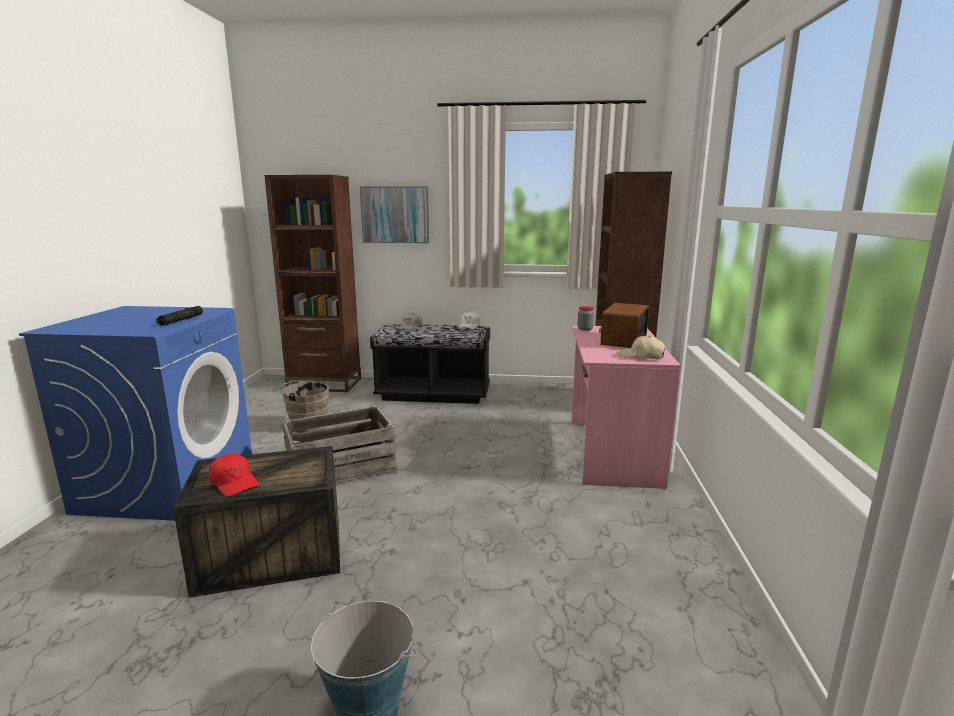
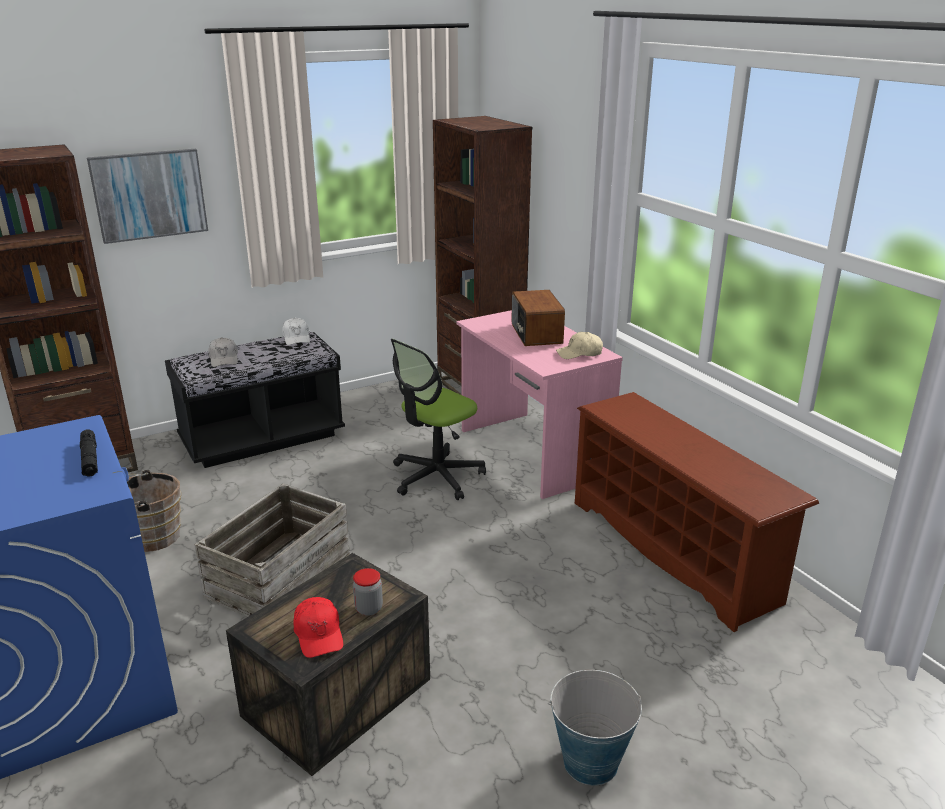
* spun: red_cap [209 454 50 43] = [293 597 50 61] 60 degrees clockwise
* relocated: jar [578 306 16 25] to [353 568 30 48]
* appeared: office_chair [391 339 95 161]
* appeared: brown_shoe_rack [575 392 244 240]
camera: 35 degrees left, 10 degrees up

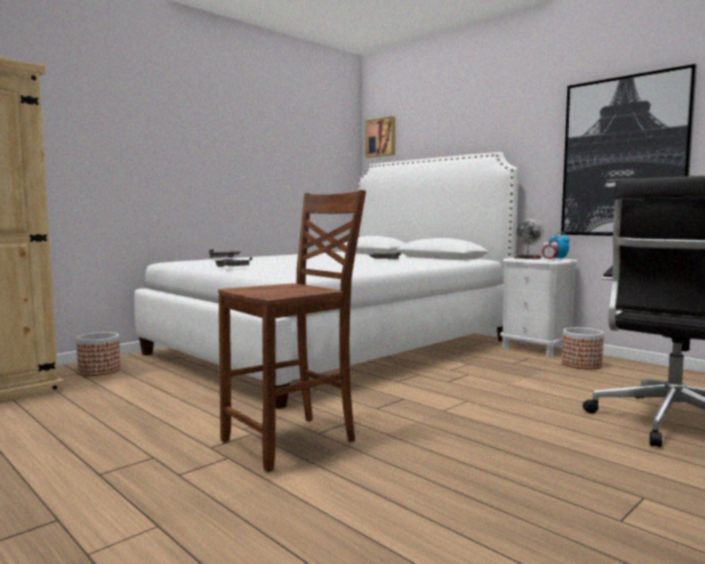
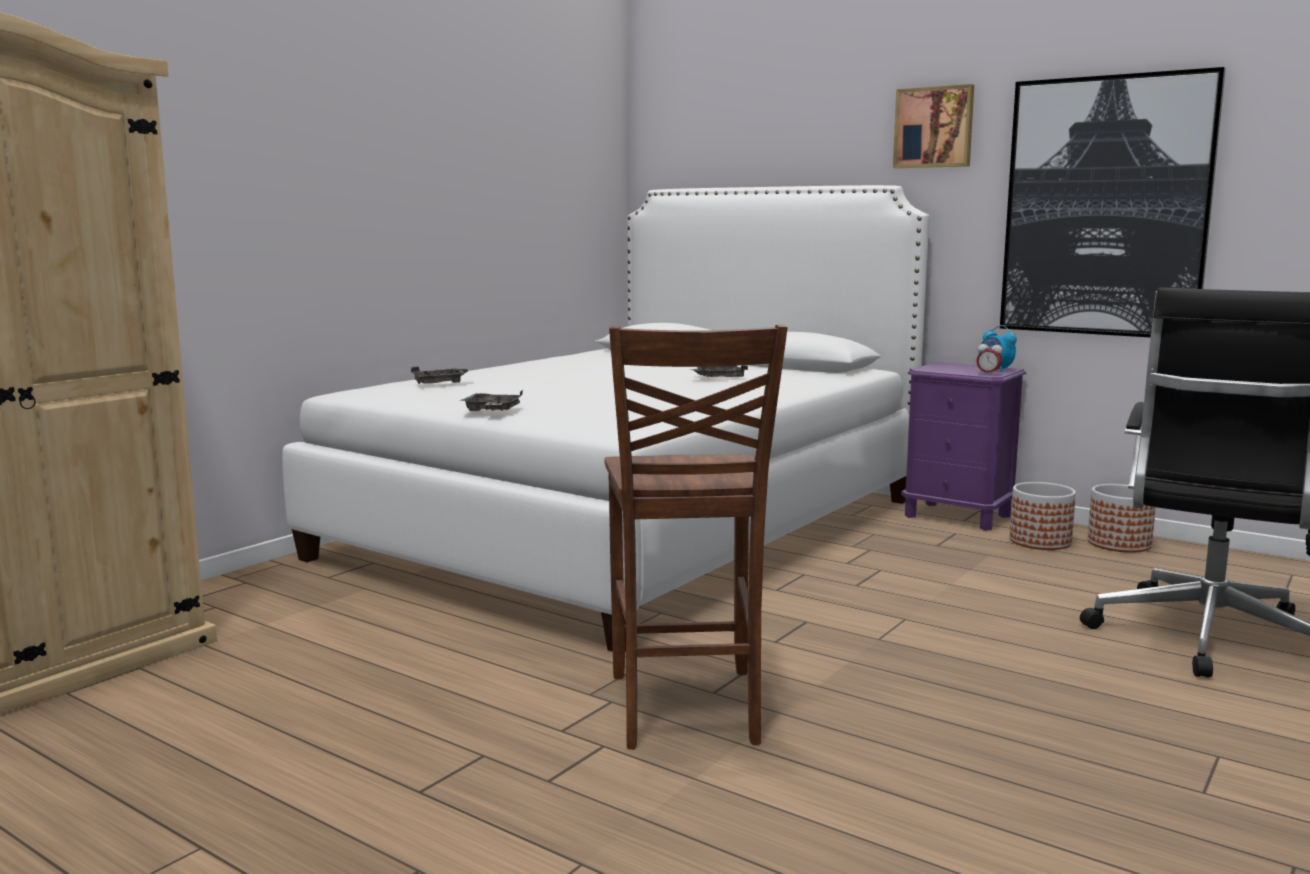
* spun: brown_chair [218 190 148 282] = [605 324 183 426] 135 degrees clockwise
* relocated: picture [365 116 30 42] to [893 84 81 84]
* colour: white_nightstand [500 257 78 101] to purple_nightstand [901 362 125 169]
* relocated: planter [76 332 45 44] to [1088 484 68 69]
* missing: globe [514 218 29 41]
camera: 10 degrees left, 5 degrees up

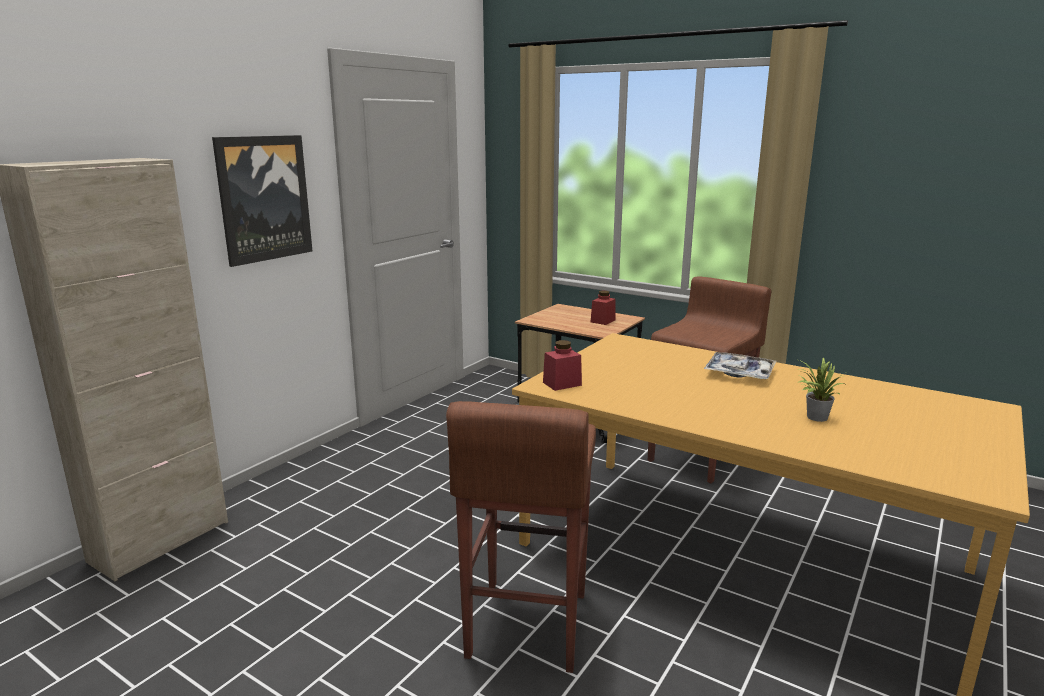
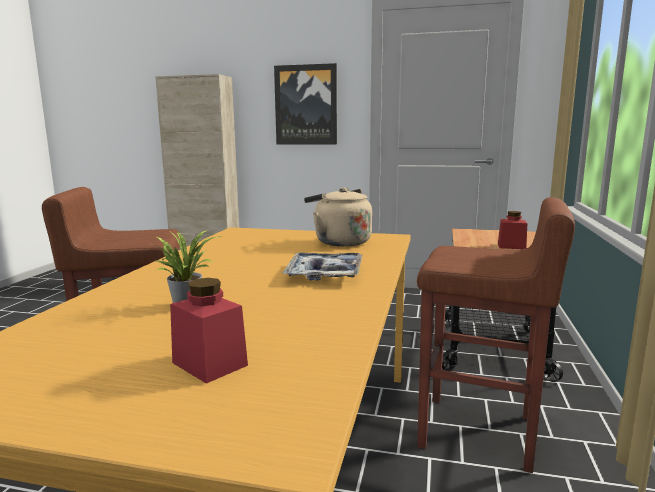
* relocated: red_jar [543 340 39 51] to [170 278 78 106]
* appeared: beige_kettle [304 187 68 59]
camera: 70 degrees right, 5 degrees down

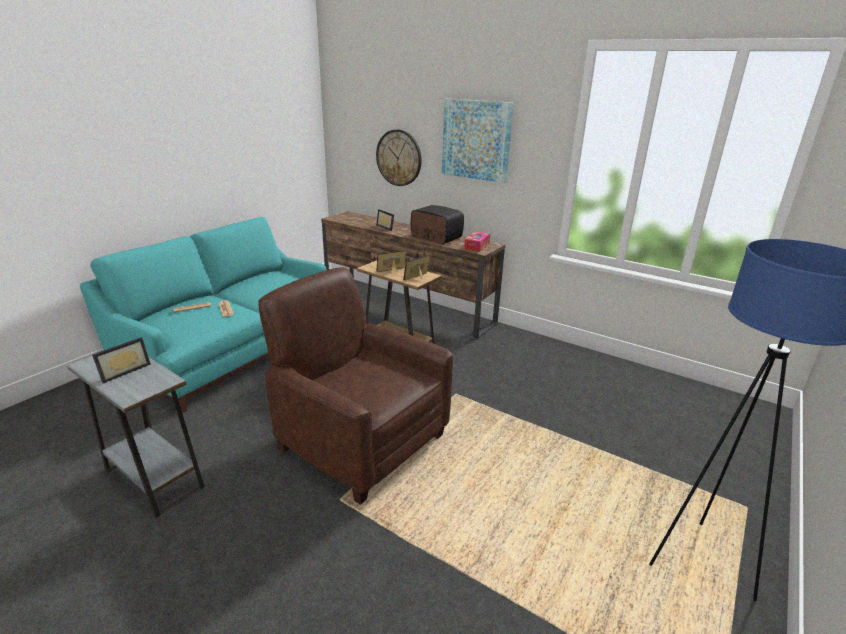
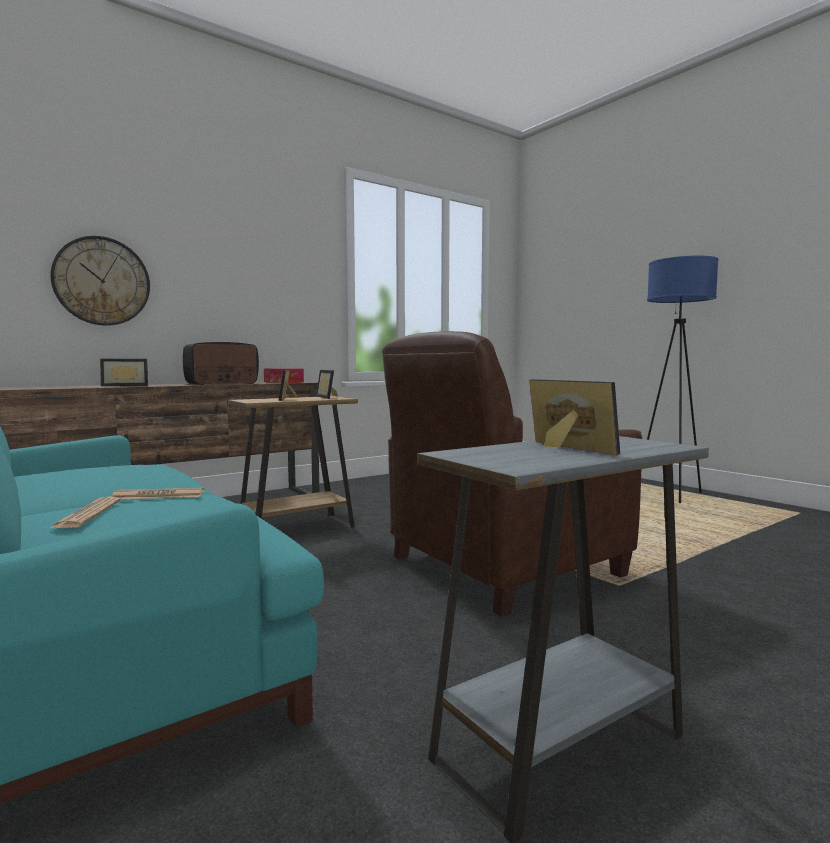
* missing: picture [442 99 72 84]
camera: 70 degrees left, 20 degrees down

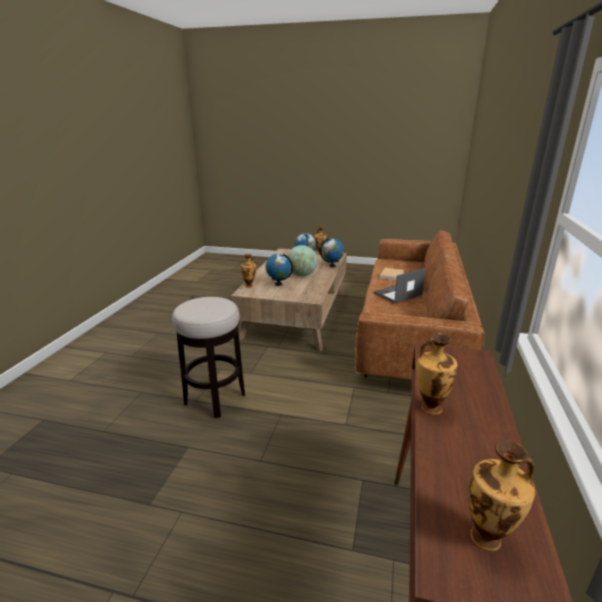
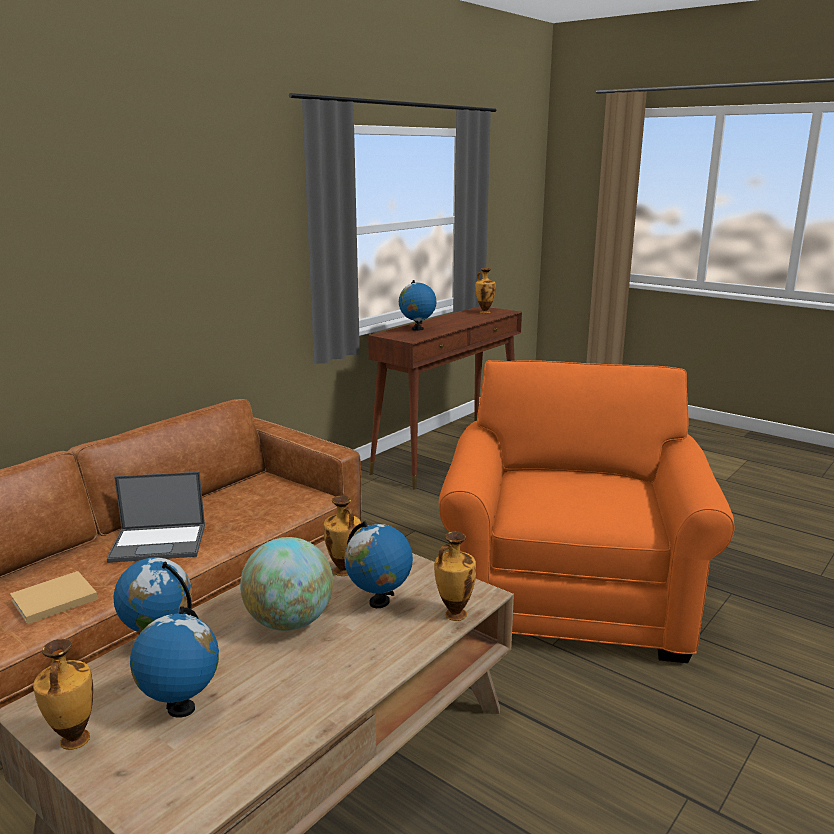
* relocated: vase [416 333 41 82] to [323 495 38 81]
* appeared: globe [399 280 37 51]
* exchanged: stool [172 297 73 121] to orange_armchair [439 360 295 303]
camera: 155 degrees left, 5 degrees down

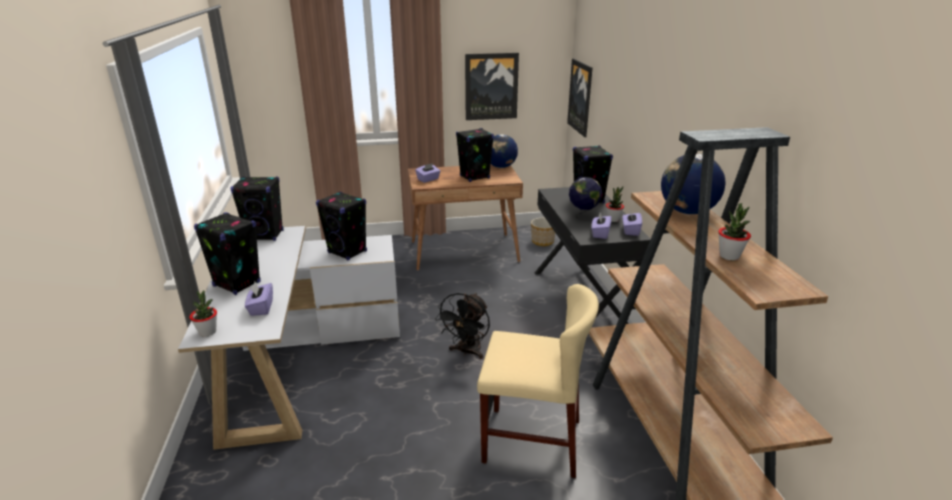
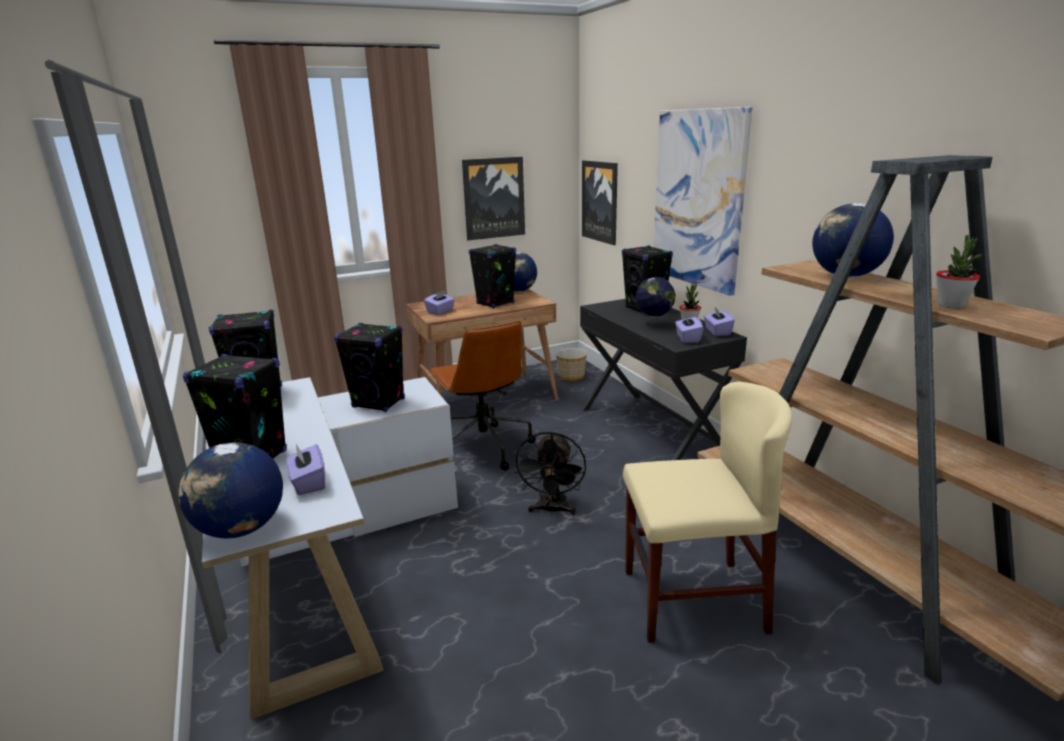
* exchanged: potted_plant [190 290 27 47] to globe [178 442 105 96]
* appeared: brown_office_chair [429 321 106 149]
* appeared: picture [654 107 99 189]
camera: 15 degrees left, 5 degrees down

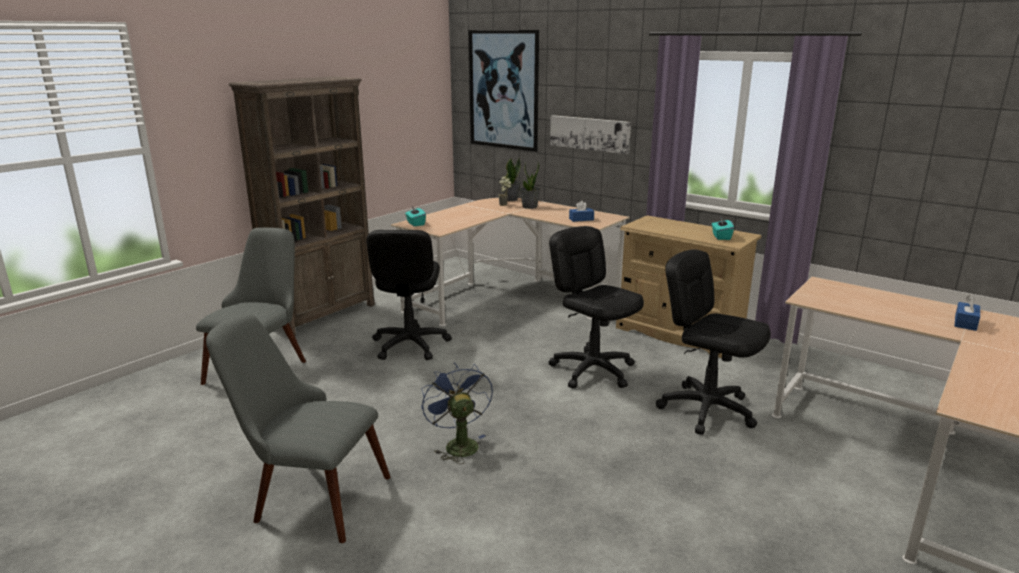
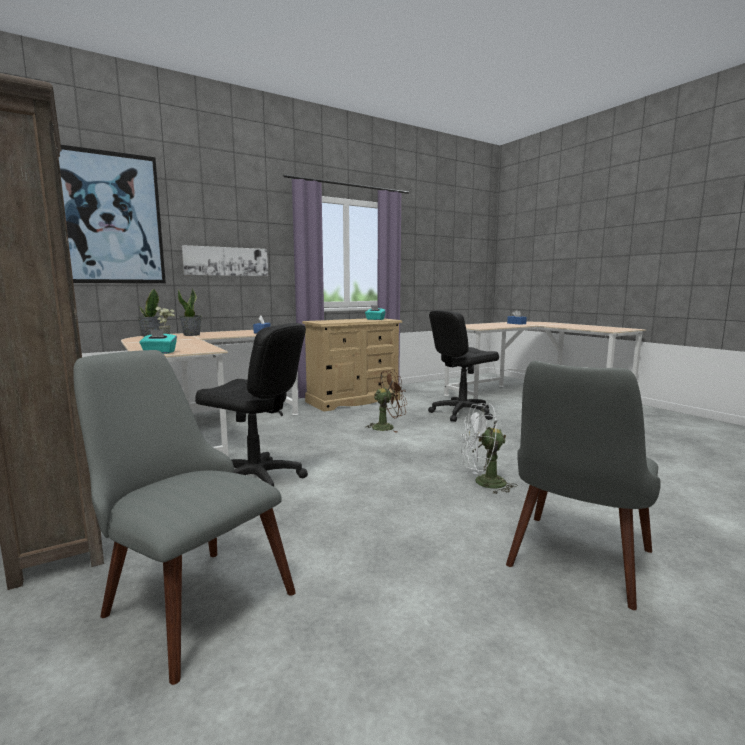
* exchanged: black_office_chair [548 226 96 163] to brown_fan [364 369 44 64]
* colour: blue_fan [421 363 72 101] to white_fan [461 403 57 91]
camera: 70 degrees left, 10 degrees down

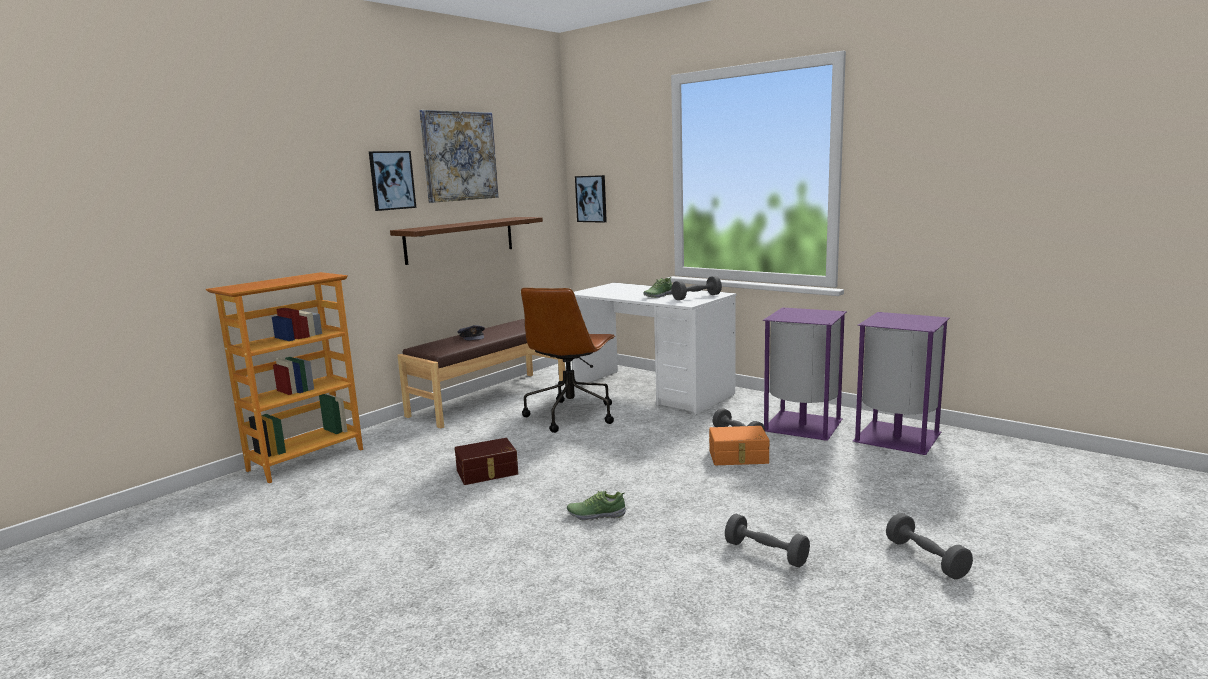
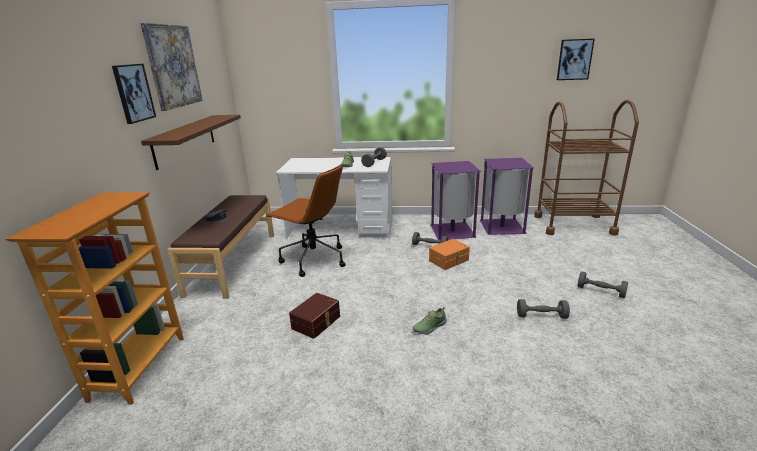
* spun: brown_office_chair [521 288 95 145] = [265 164 81 113] 45 degrees counterclockwise
* appeared: brown_cart [534 100 105 136]
* relocated: picture [575 175 32 48] to [557 39 38 41]
camera: 35 degrees left, 10 degrees up

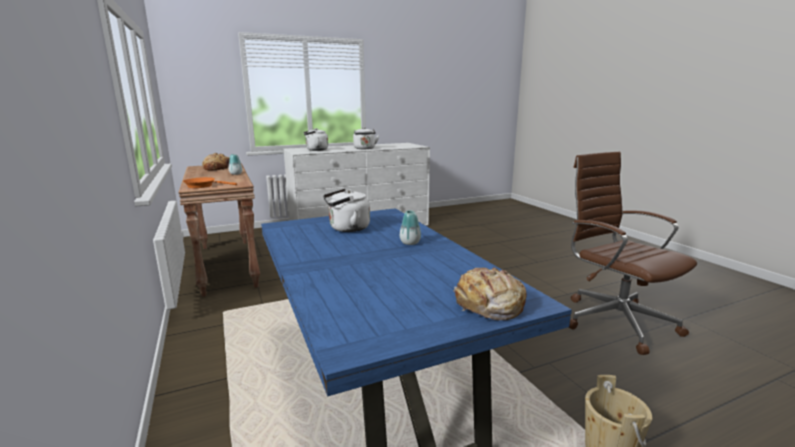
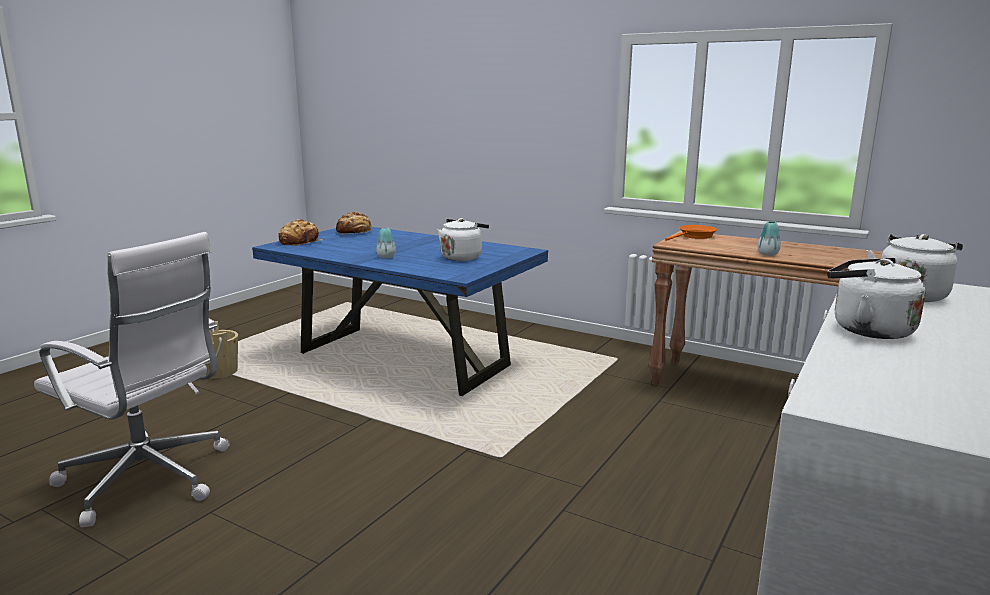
* colour: brown_office_chair [569 152 128 203] to white_office_chair [34 232 196 295]
* relocated: bread [202 153 28 18] to [336 212 36 22]
camera: 145 degrees right, 0 degrees up

